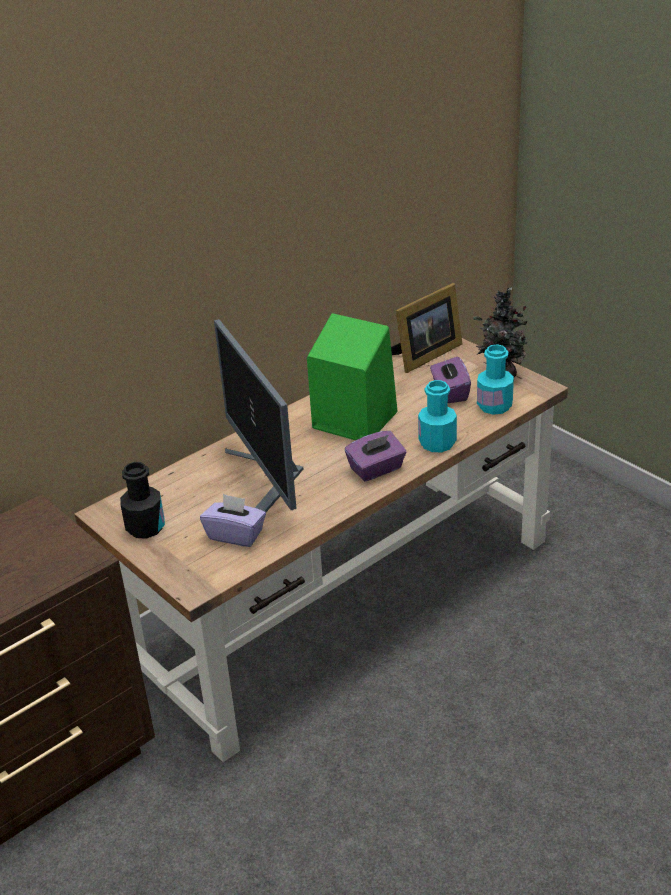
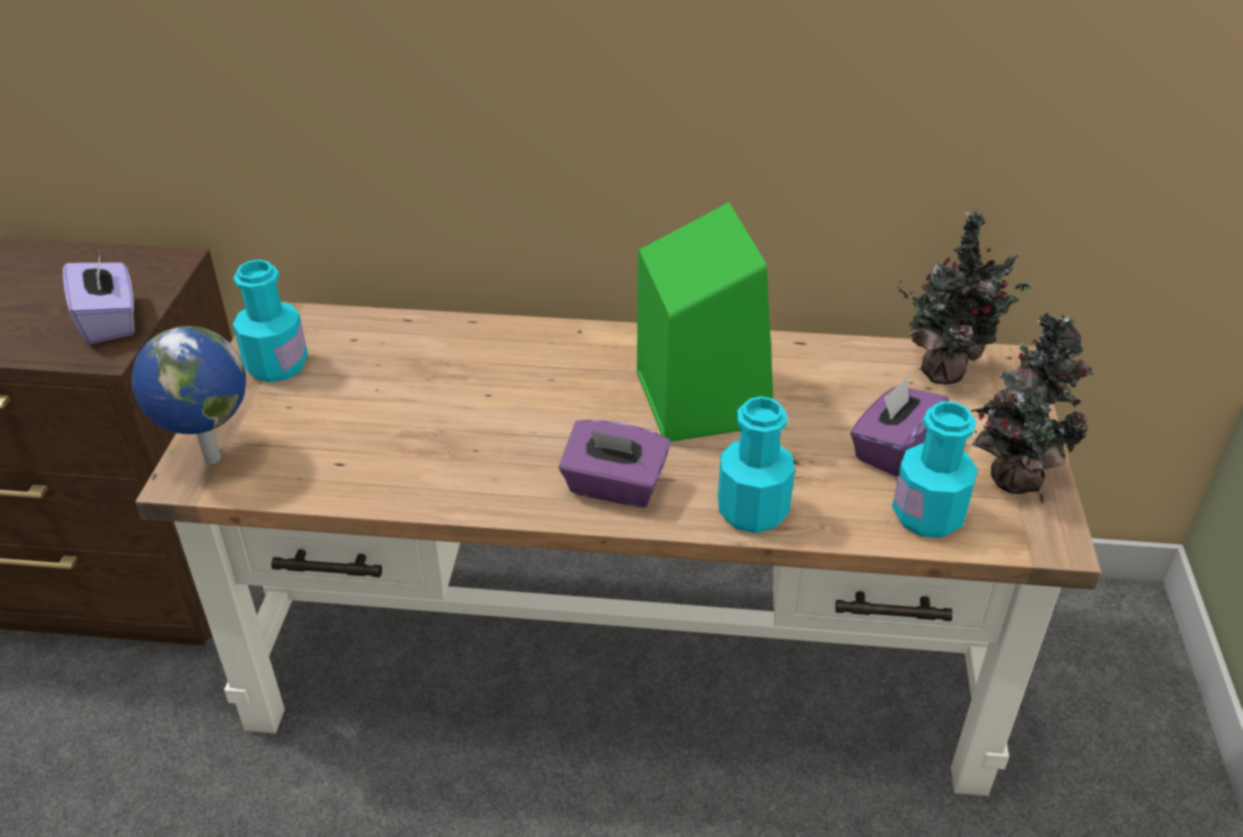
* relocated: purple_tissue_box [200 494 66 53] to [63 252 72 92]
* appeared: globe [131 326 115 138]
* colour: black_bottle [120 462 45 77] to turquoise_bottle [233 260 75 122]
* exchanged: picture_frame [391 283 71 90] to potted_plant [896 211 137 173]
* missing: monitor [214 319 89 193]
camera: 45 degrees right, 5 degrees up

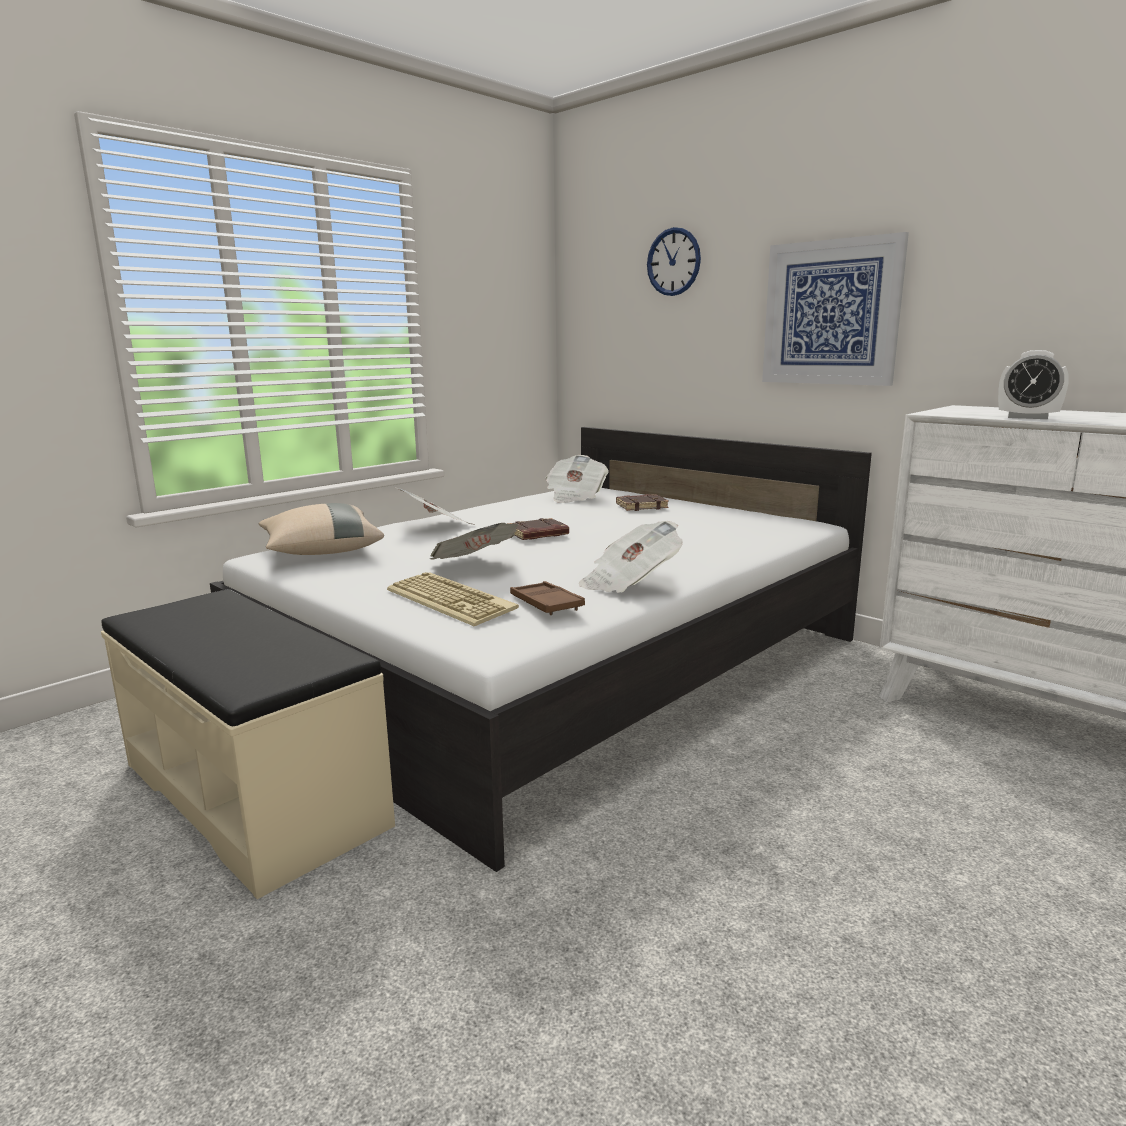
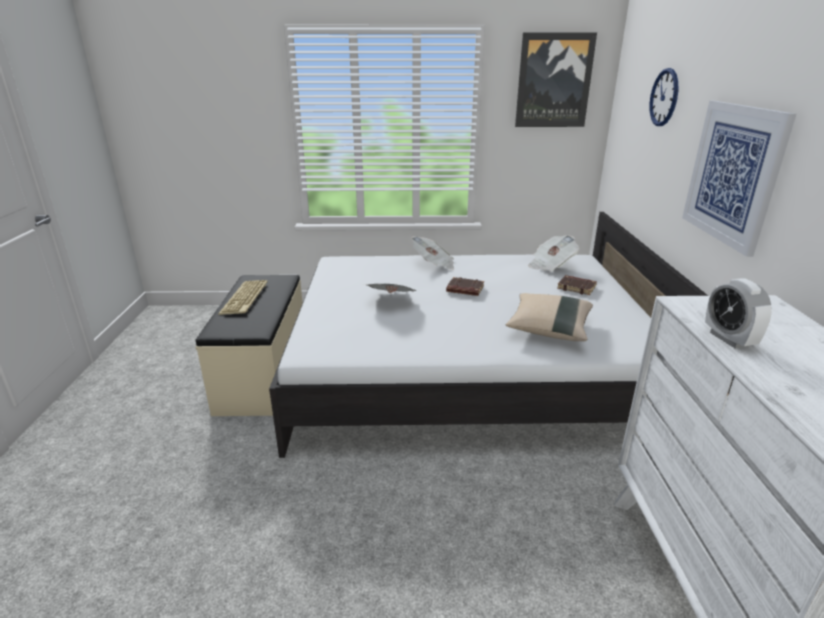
* relocated: keyboard [387 572 132 54] to [218 280 50 35]
* relocated: beige_pillow [258 503 126 52] to [505 293 88 48]
* appeared: picture [515 33 82 94]
* missing: brown_tray [510 581 75 34]
* missing: newspaper [579 521 104 72]
camera: 45 degrees right, 10 degrees up

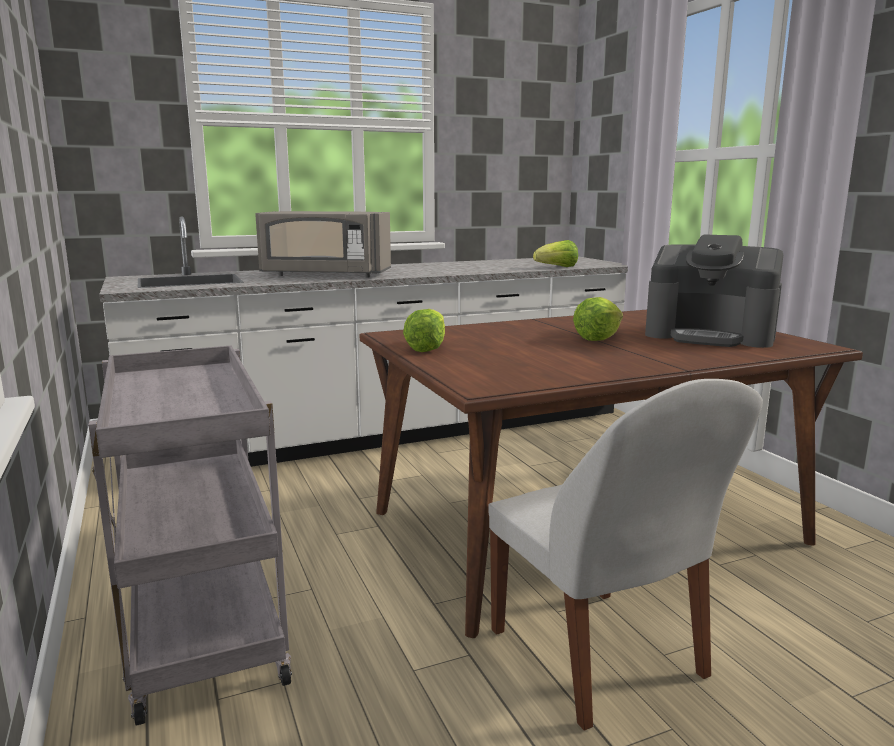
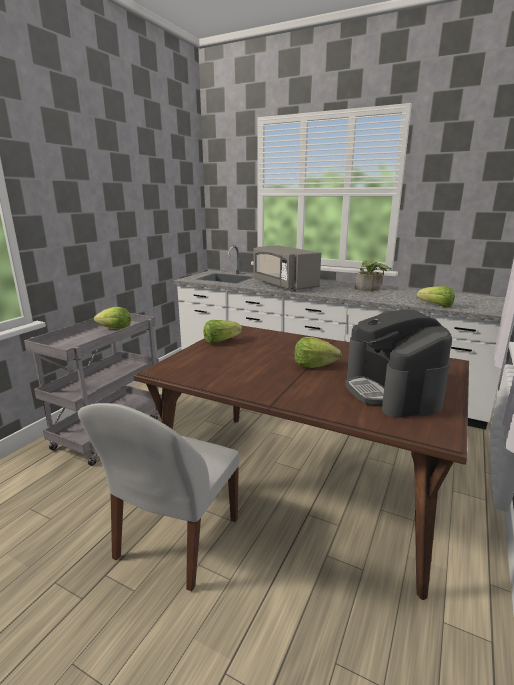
* appeared: lettuce [94 307 37 22]
* appeared: potted_plant [355 260 37 31]
camera: 50 degrees right, 5 degrees up

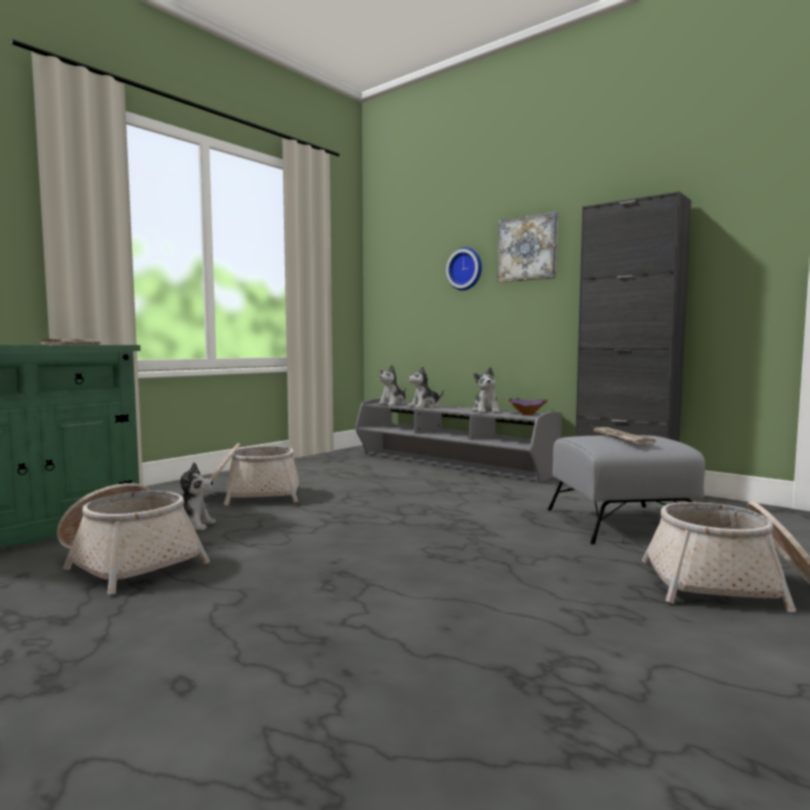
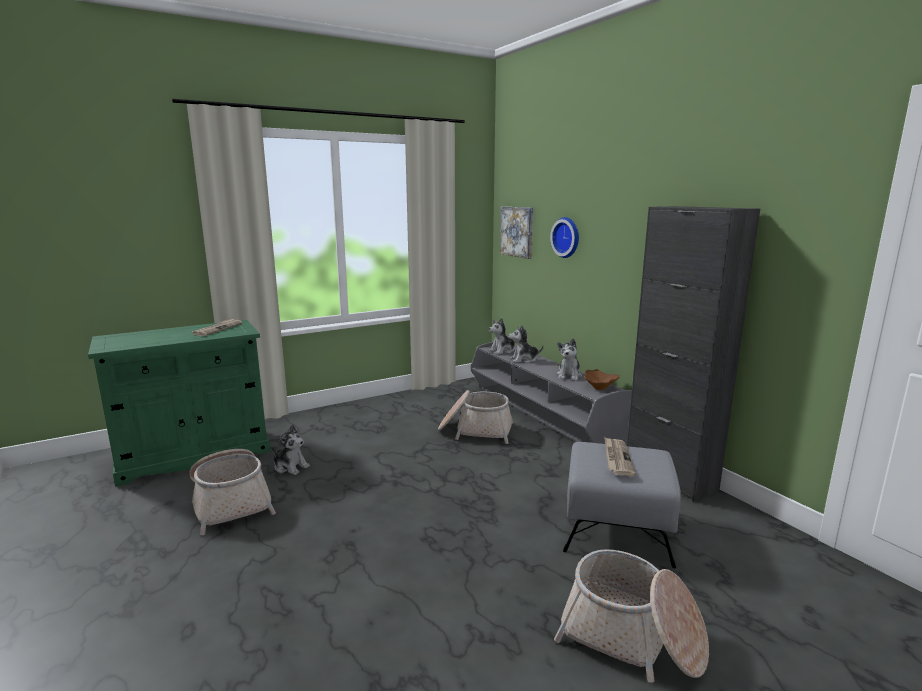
* relocated: basket [203 443 96 62] to [438 390 75 54]
* relocated: picture [497 212 61 71] to [500 207 33 52]
* colour: purple_bowl [509 398 39 17] to brown_bowl [584 369 35 21]
camera: 20 degrees right, 10 degrees up

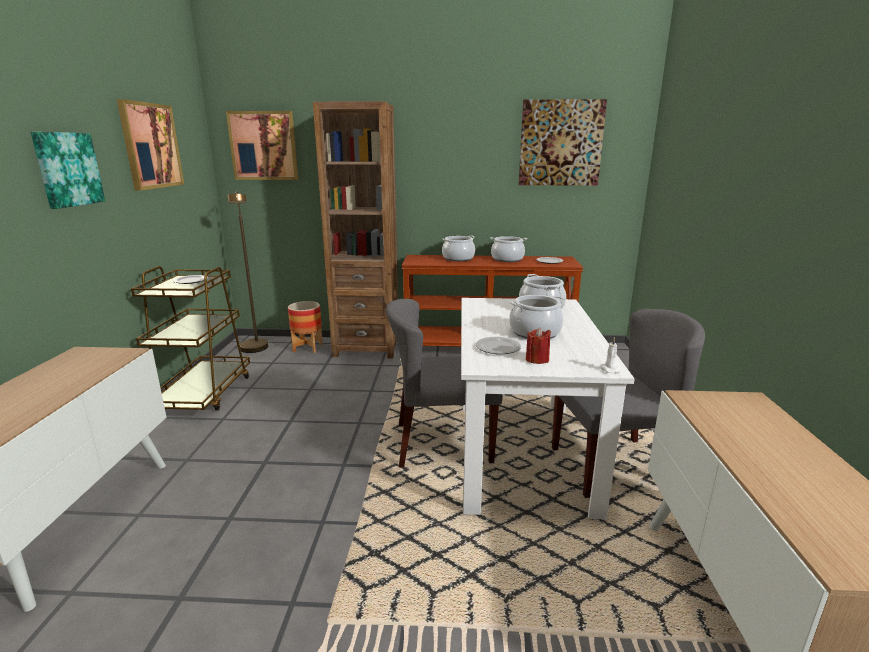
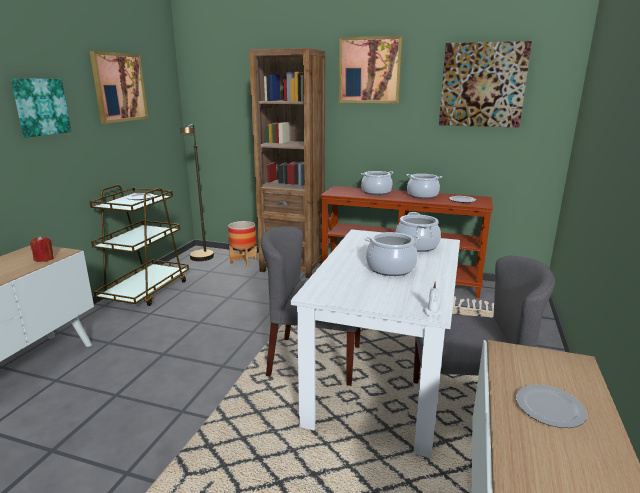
* relocated: red_candle [526 327 25 37] to [30 235 24 27]
* relocated: picture [226 111 72 69] to [339 36 64 67]
* relocated: plate [476 337 45 17] to [516 385 71 43]
camera: 15 degrees right, 0 degrees up

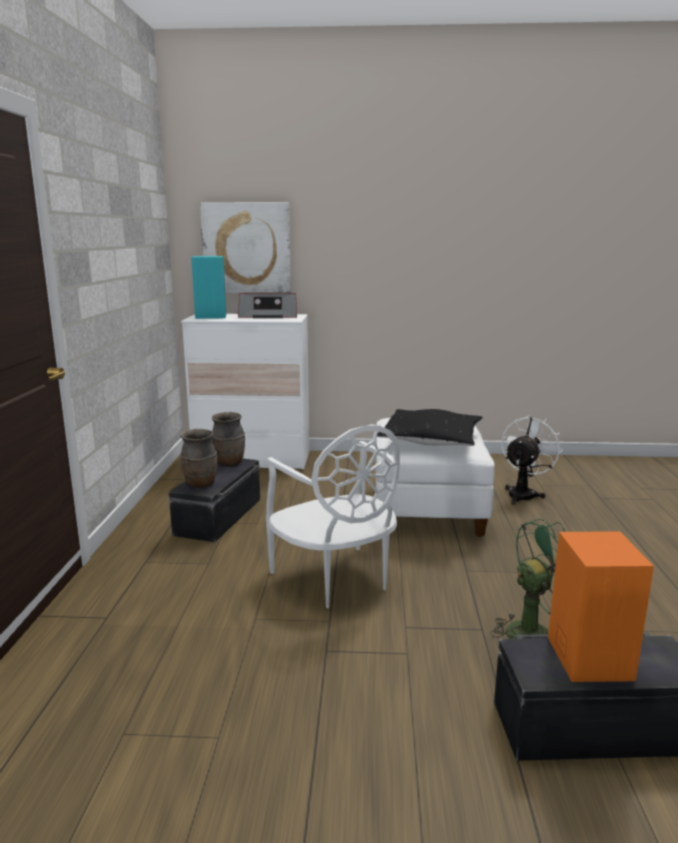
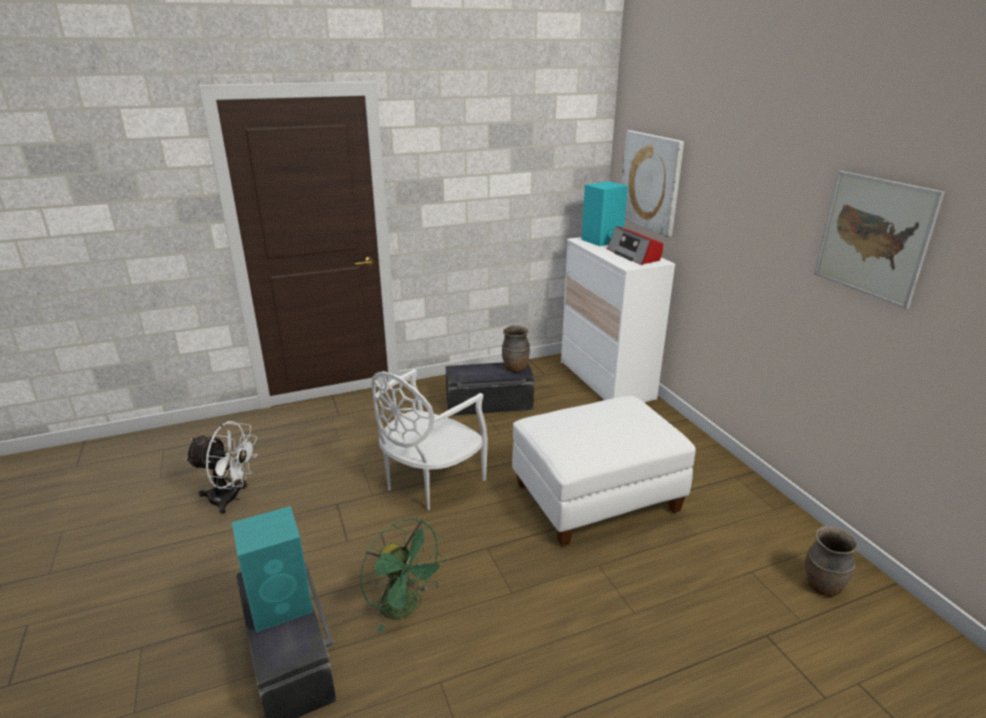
* relocated: white_fan [501 415 62 90] to [185 421 73 93]
* colour: orange_speaker [548 531 106 151] to turquoise_speaker [232 506 81 126]
* relocated: brown_vase [180 429 37 59] to [805 526 52 71]
* appeared: picture [814 171 131 138]
* missing: black_pillow [377 409 106 37]
camera: 65 degrees right, 10 degrees up

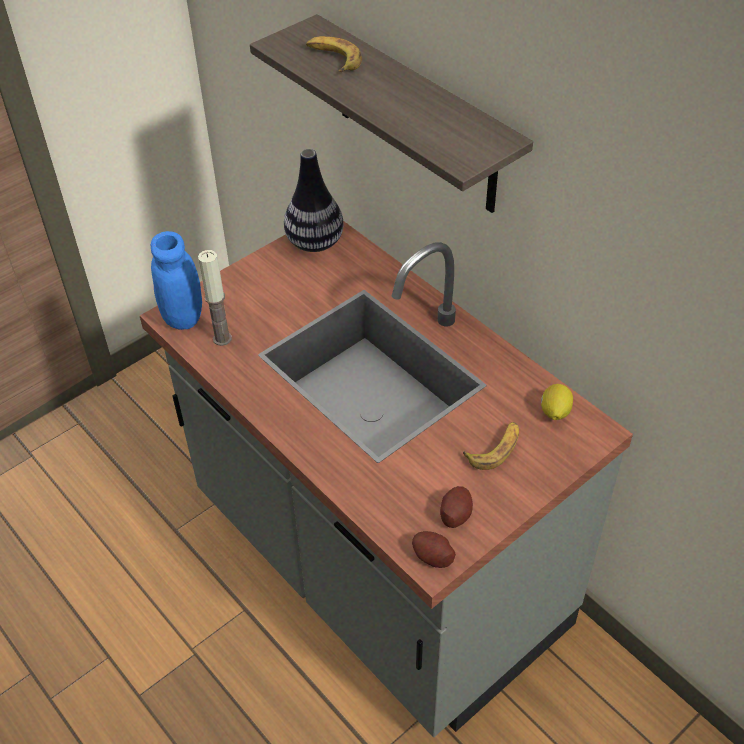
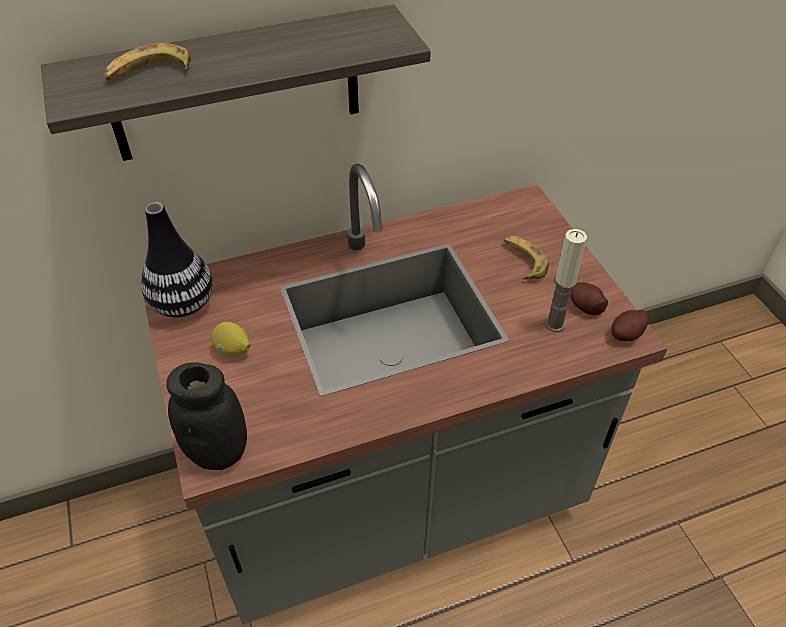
* colour: blue_jar [151 231 51 99] to black_jar [166 362 81 108]
* relocated: lemon [541 384 32 36] to [211 322 40 34]
* relocated: candle [198 250 34 96] to [545 229 42 103]
camera: 70 degrees left, 0 degrees up

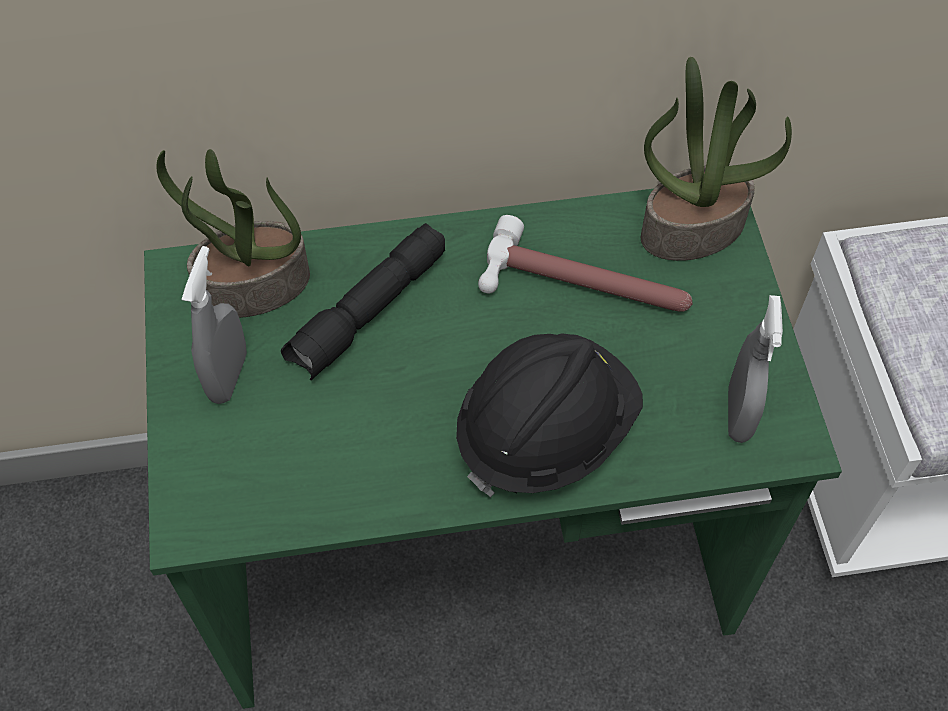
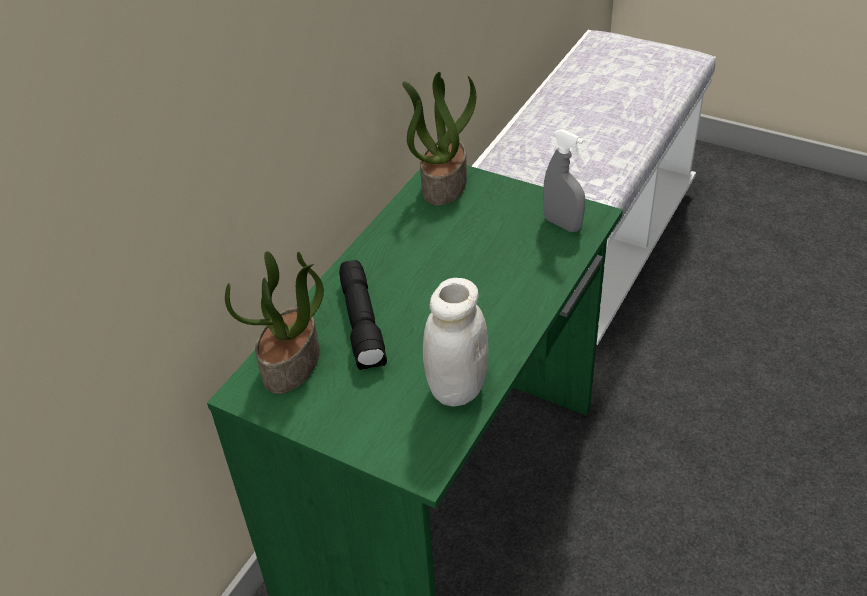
* appeared: white_jar [423 278 65 129]
* missing: grey_spray_bottle [182 246 65 158]
* missing: black_hard_hat [456 333 187 164]
* missing: hammer [478 215 215 97]
camera: 50 degrees left, 15 degrees down

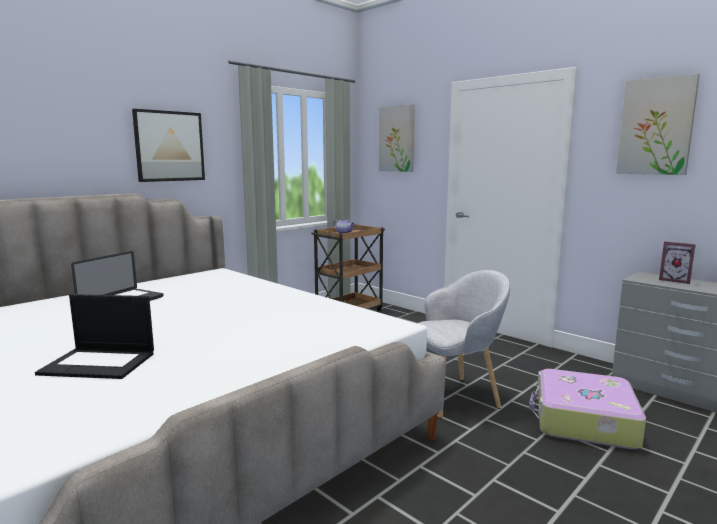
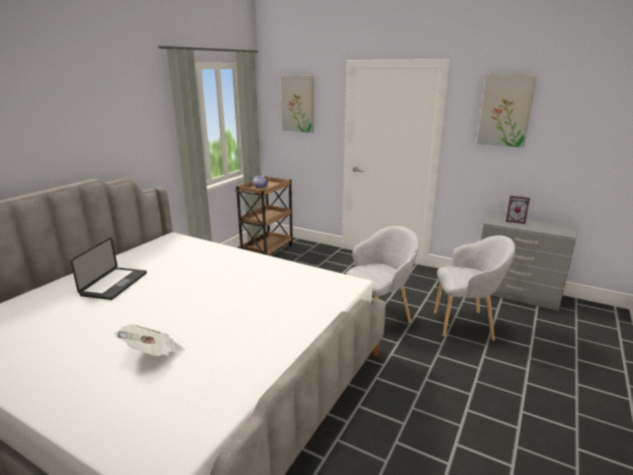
* exchanged: laptop [35 294 119 85] to newspaper [114 325 71 32]
* exchanged: suitcase [529 369 117 80] to grey_armchair [434 236 81 105]
* missing: picture [132 109 73 73]
camera: 15 degrees left, 10 degrees up

